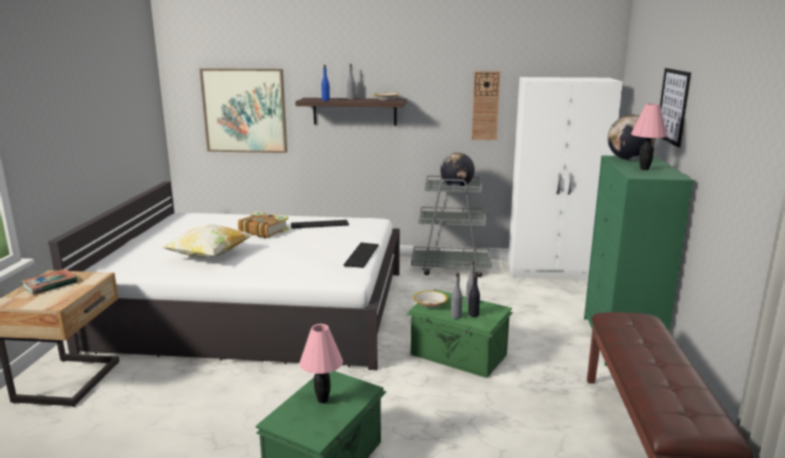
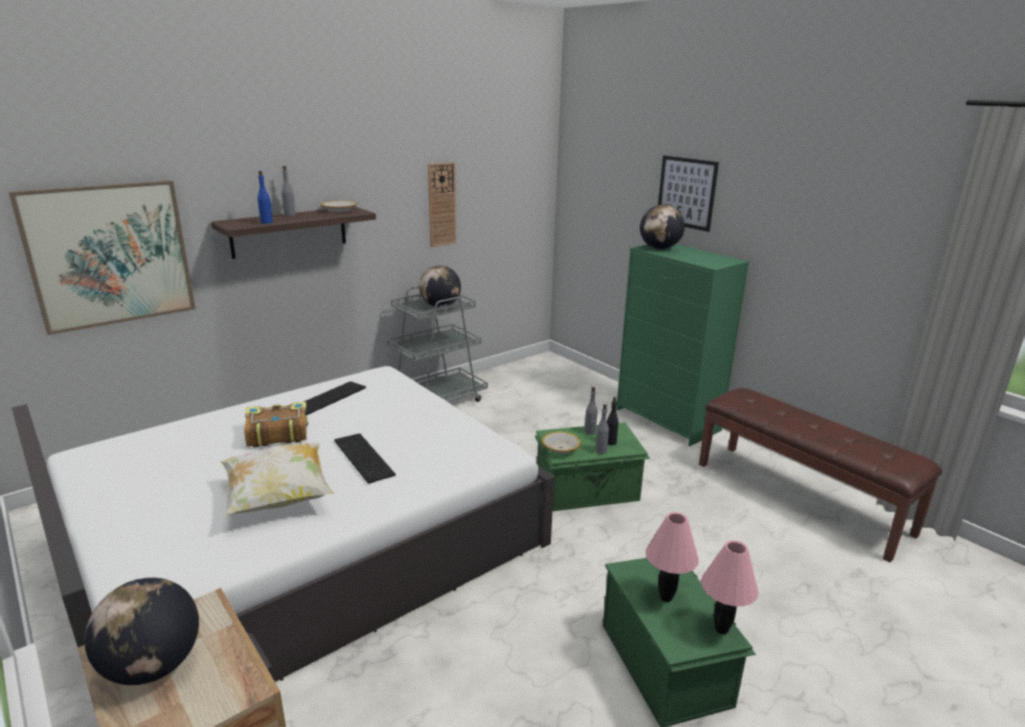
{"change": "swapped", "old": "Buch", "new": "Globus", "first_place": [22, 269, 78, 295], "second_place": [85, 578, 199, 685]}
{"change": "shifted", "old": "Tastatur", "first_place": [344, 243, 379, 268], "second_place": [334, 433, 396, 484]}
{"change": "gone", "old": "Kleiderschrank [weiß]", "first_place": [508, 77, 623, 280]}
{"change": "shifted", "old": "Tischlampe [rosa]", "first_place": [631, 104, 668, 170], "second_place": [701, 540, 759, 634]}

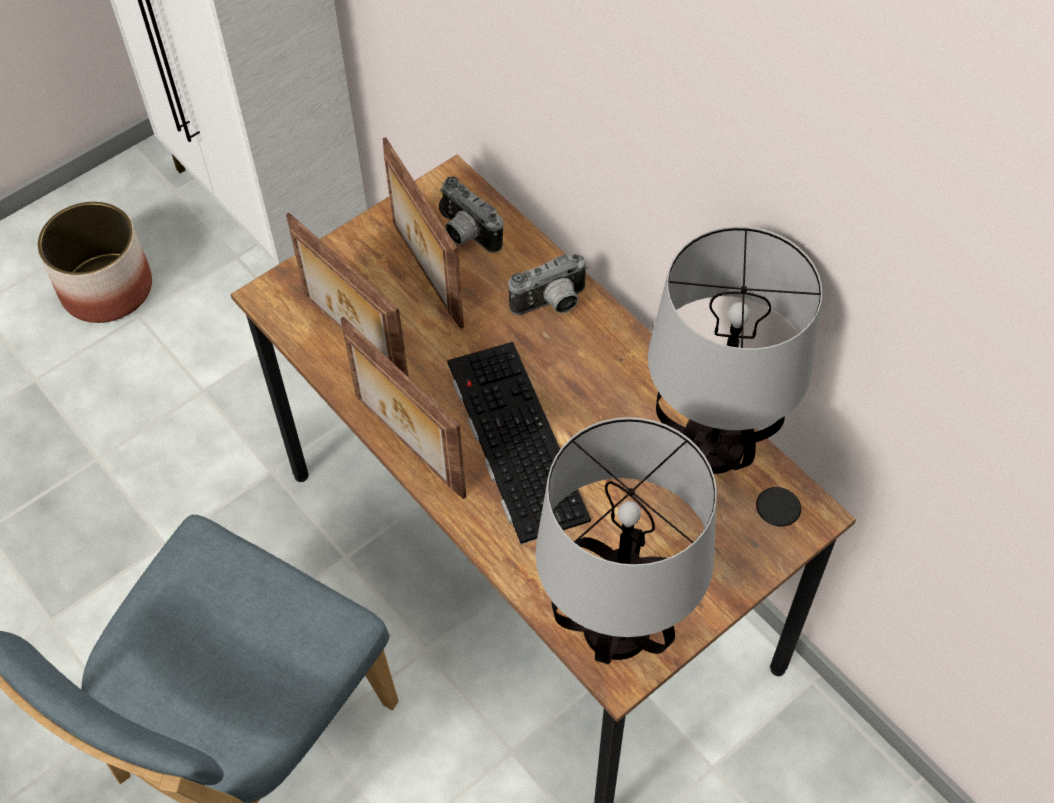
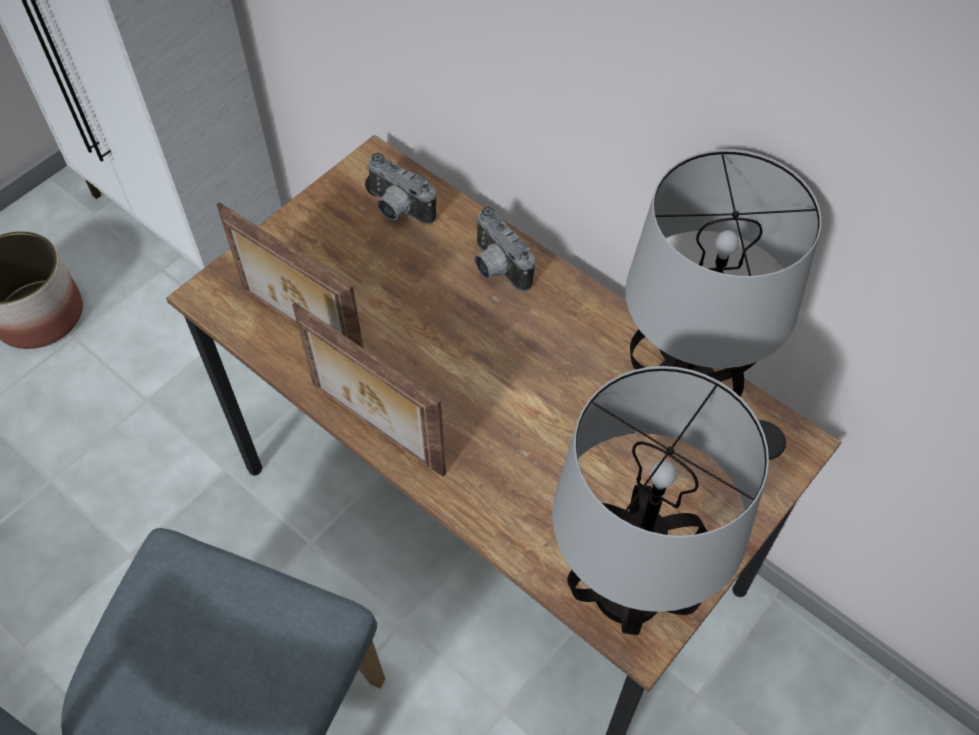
{"change": "gone", "old": "Bilderrahmen", "first_place": [383, 137, 464, 329]}
{"change": "gone", "old": "Tastatur", "first_place": [447, 342, 591, 545]}
{"change": "rotated", "old": "Kamera", "first_place": [508, 254, 588, 315], "second_place": [475, 207, 535, 292], "degrees": 90}

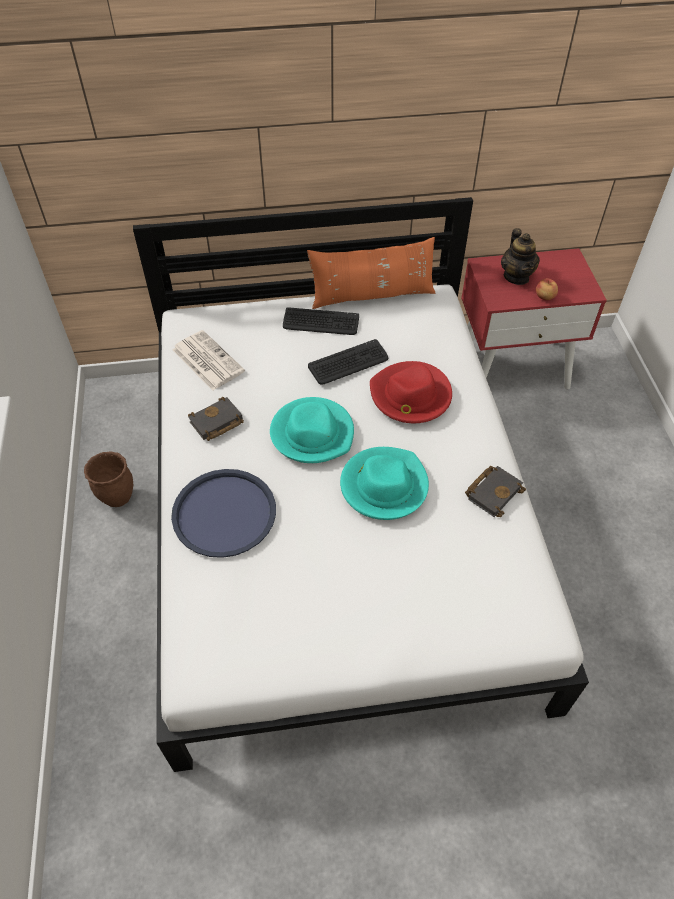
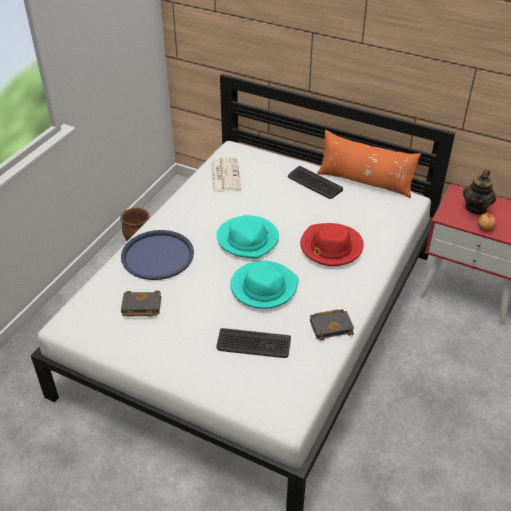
{"change": "shifted", "old": "Buch [schwarz]", "first_place": [188, 397, 244, 441], "second_place": [121, 291, 161, 316]}
{"change": "shifted", "old": "Tastatur", "first_place": [308, 339, 388, 385], "second_place": [217, 328, 291, 358]}

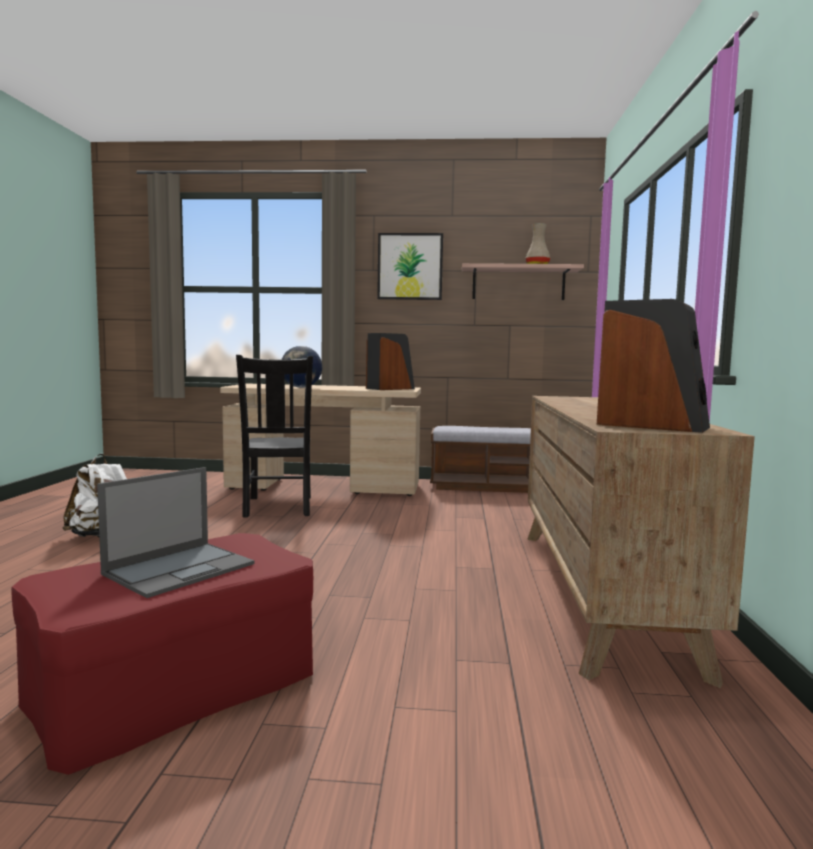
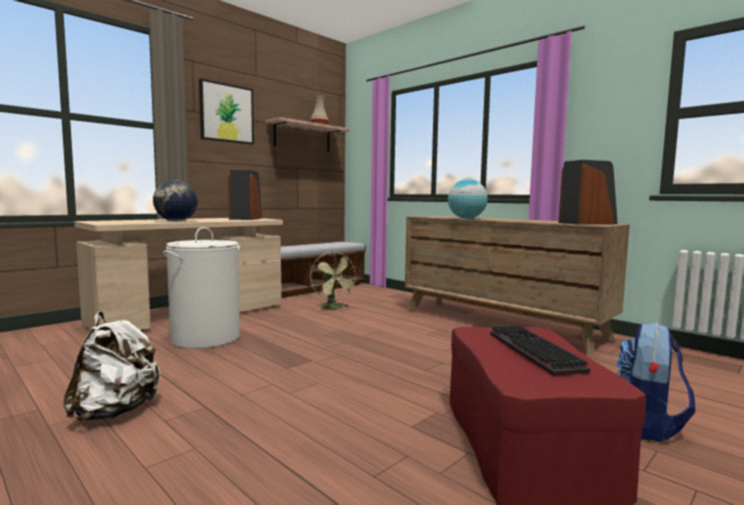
{"change": "swapped", "old": "Laptop", "new": "Tastatur", "first_place": [97, 467, 254, 598], "second_place": [490, 326, 590, 376]}
{"change": "swapped", "old": "Stuhl [schwarz]", "new": "Wäschekorb [weiß]", "first_place": [236, 355, 313, 518], "second_place": [163, 227, 240, 349]}
{"change": "new", "new": "Ventilator [grün]", "second_place": [310, 252, 358, 310]}
{"change": "new", "new": "Globus", "second_place": [448, 179, 488, 219]}
{"change": "new", "new": "Rucksack", "second_place": [616, 322, 696, 442]}

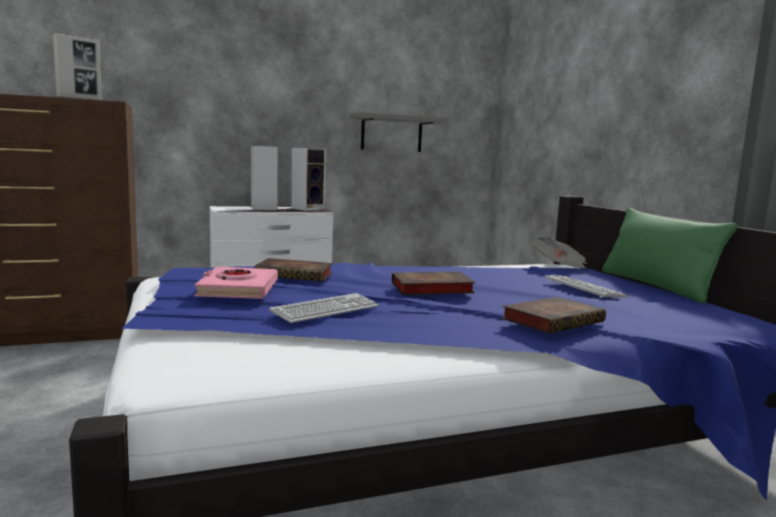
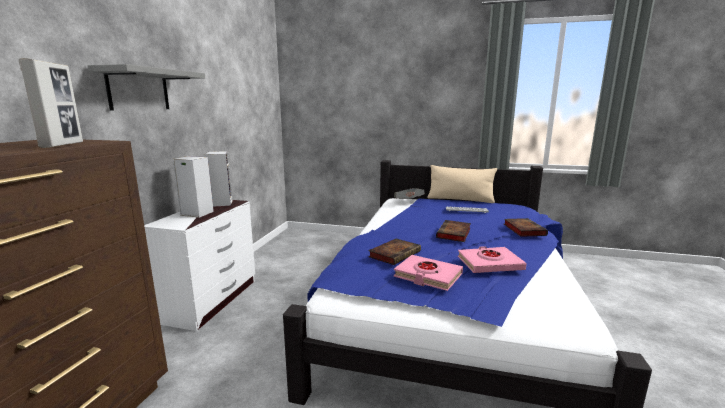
{"change": "swapped", "old": "Tastatur", "new": "Buch [rosa]", "first_place": [269, 293, 378, 323], "second_place": [458, 246, 527, 273]}
{"change": "shifted", "old": "Wandregal [grau]", "first_place": [350, 112, 449, 152], "second_place": [88, 64, 205, 111]}
{"change": "repainted", "old": "Kissen [grün]", "new": "Kissen [beige]", "first_place": [602, 208, 738, 304], "second_place": [427, 165, 497, 203]}

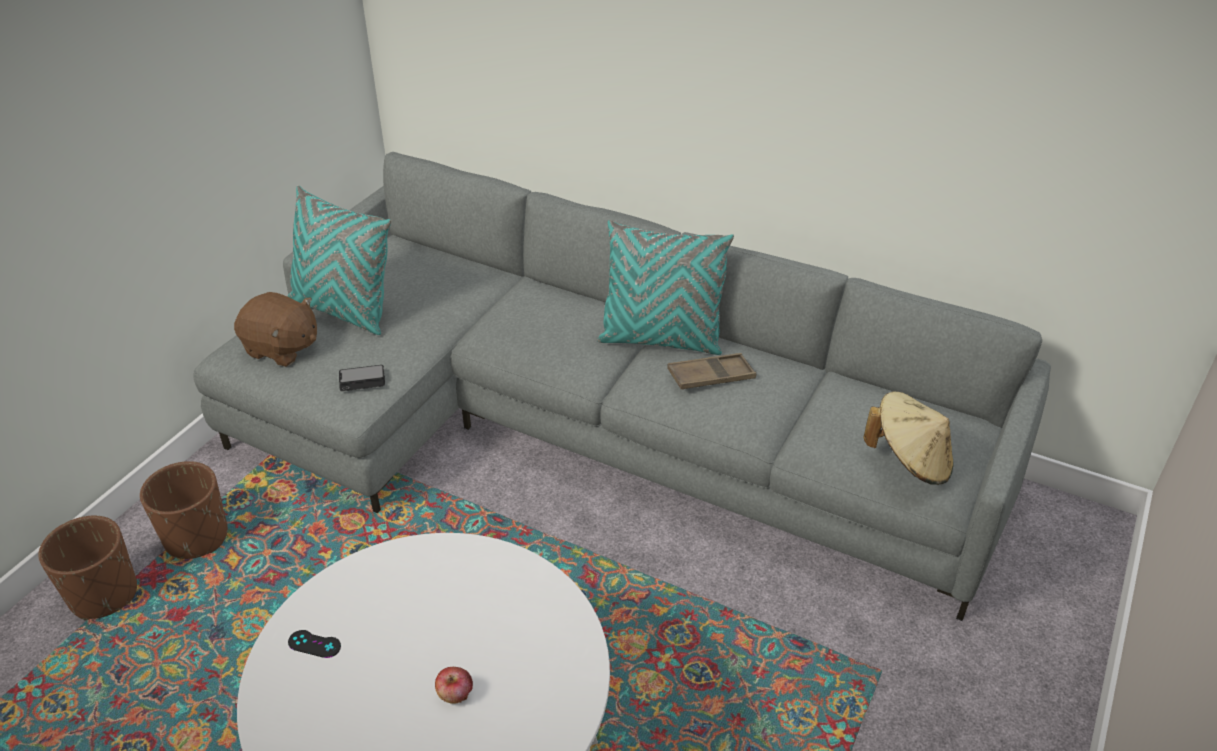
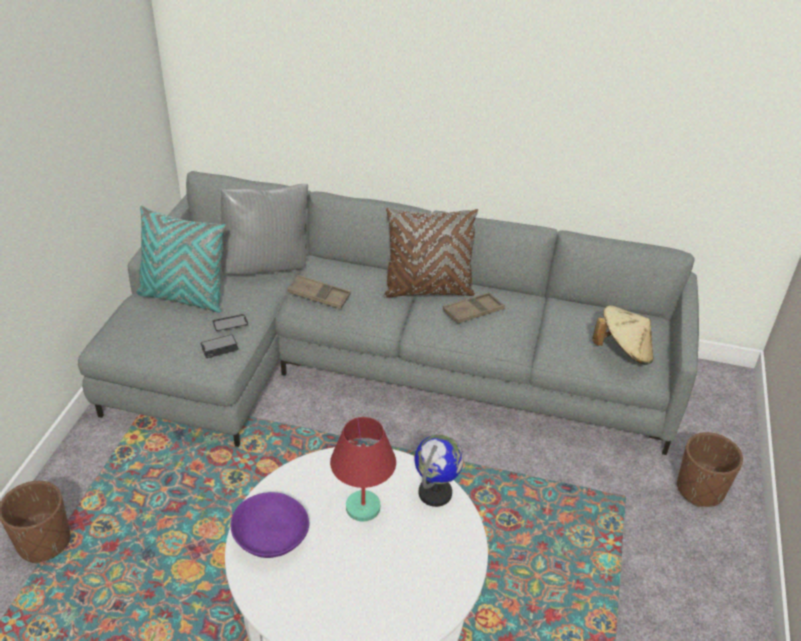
{"change": "shifted", "old": "Pflanzkübel [braun]", "first_place": [140, 461, 228, 559], "second_place": [677, 432, 743, 507]}
{"change": "gone", "old": "Plüschtier [braun]", "first_place": [234, 292, 317, 367]}
{"change": "swapped", "old": "Gamepad [schwarz]", "new": "Schüssel [lila]", "first_place": [288, 630, 341, 658], "second_place": [231, 492, 309, 558]}
{"change": "gone", "old": "Apfel", "first_place": [435, 667, 473, 704]}
{"change": "repainted", "old": "Kissen [türkis]", "new": "Kissen [braun]", "first_place": [597, 220, 734, 355], "second_place": [384, 208, 478, 298]}
{"change": "new", "new": "Handy", "second_place": [212, 314, 248, 331]}
{"change": "new", "new": "Kissen [grau]", "second_place": [221, 184, 308, 275]}
{"change": "new", "new": "Tablett [braun]", "second_place": [287, 275, 351, 309]}
{"change": "new", "new": "Tischlampe [rot]", "second_place": [330, 417, 396, 522]}
{"change": "new", "new": "Globus", "second_place": [415, 434, 464, 507]}

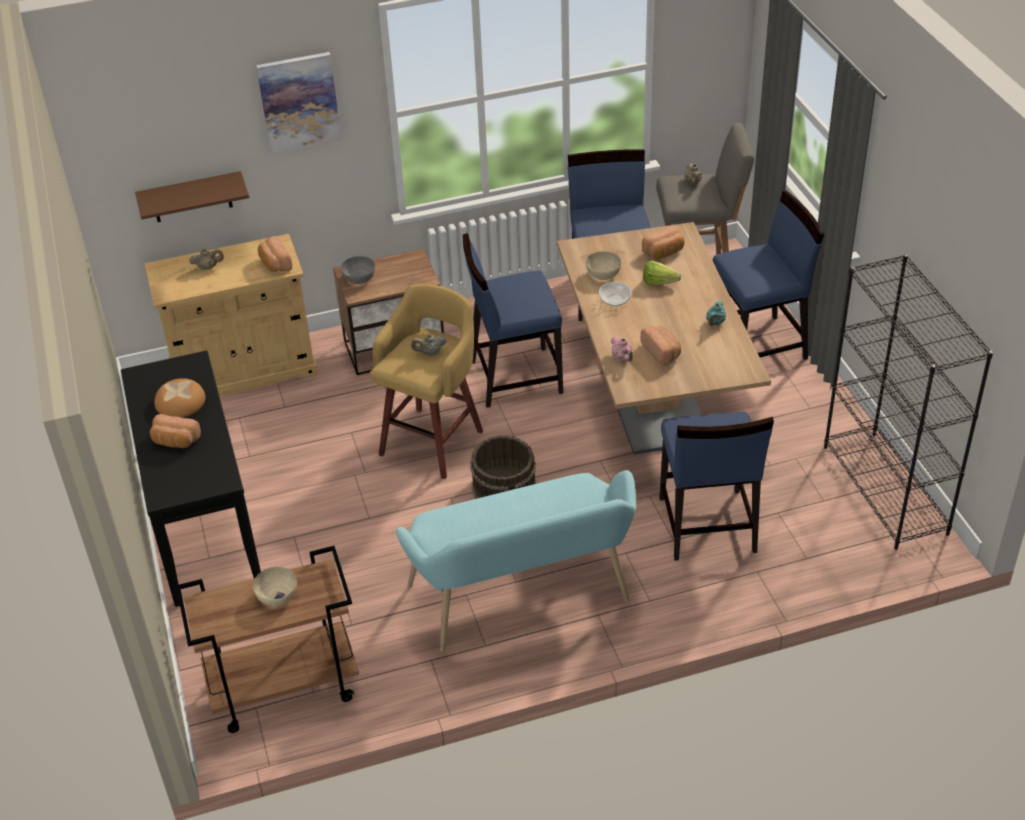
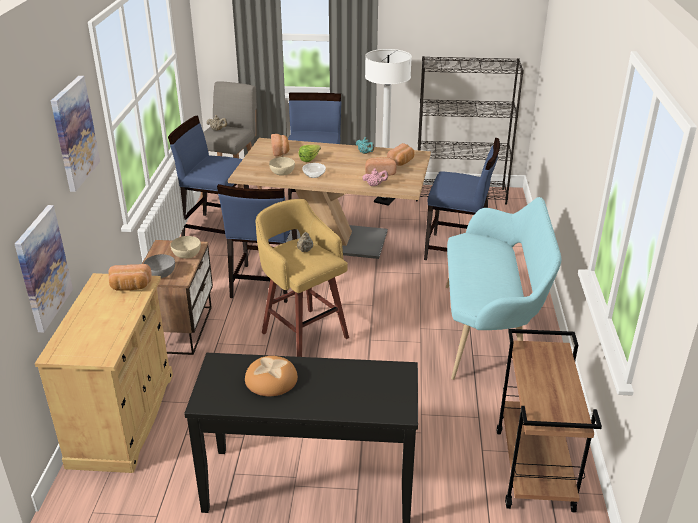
{"change": "swapped", "old": "Wandregal [braun]", "new": "Bild", "first_place": [135, 171, 249, 222], "second_place": [15, 205, 73, 332]}
{"change": "shifted", "old": "Brot", "first_place": [150, 414, 201, 448], "second_place": [387, 143, 414, 166]}
{"change": "gone", "old": "Teekanne [beige]", "first_place": [189, 248, 224, 270]}
{"change": "shifted", "old": "Schüssel [beige]", "first_place": [253, 567, 297, 606], "second_place": [171, 236, 201, 259]}
{"change": "gone", "old": "Eimer [braun]", "first_place": [470, 435, 537, 499]}
{"change": "new", "new": "Stehlampe [weiß]", "second_place": [365, 49, 412, 206]}

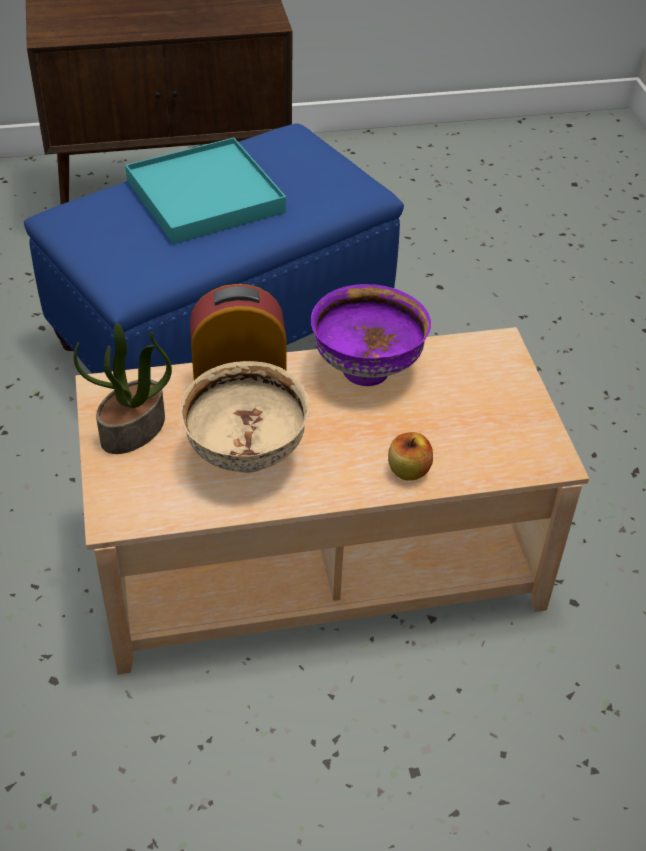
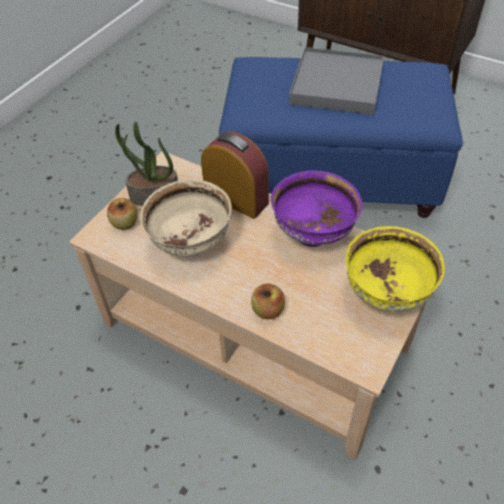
{"change": "repainted", "old": "Tablett [türkis]", "new": "Tablett [grau]", "first_place": [125, 138, 286, 244], "second_place": [289, 47, 384, 115]}
{"change": "new", "new": "Apfel", "second_place": [107, 198, 138, 230]}
{"change": "new", "new": "Schüssel [gelb]", "second_place": [346, 226, 445, 312]}

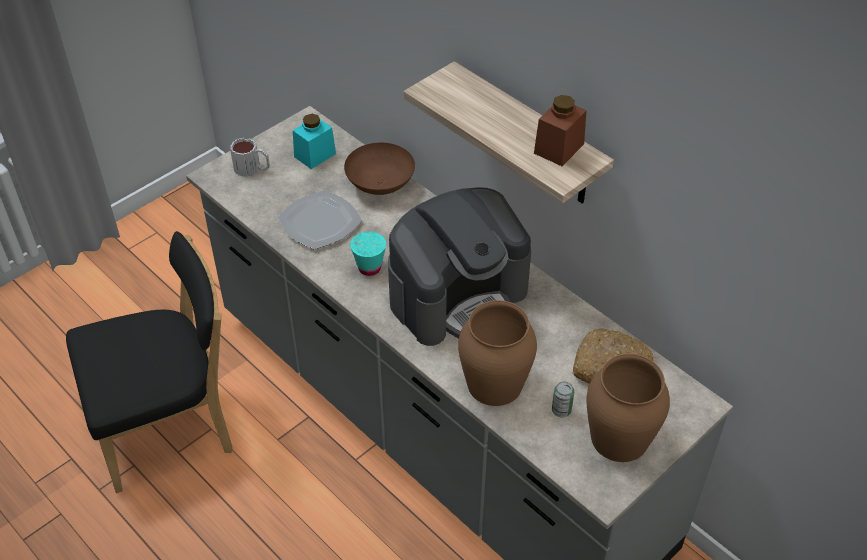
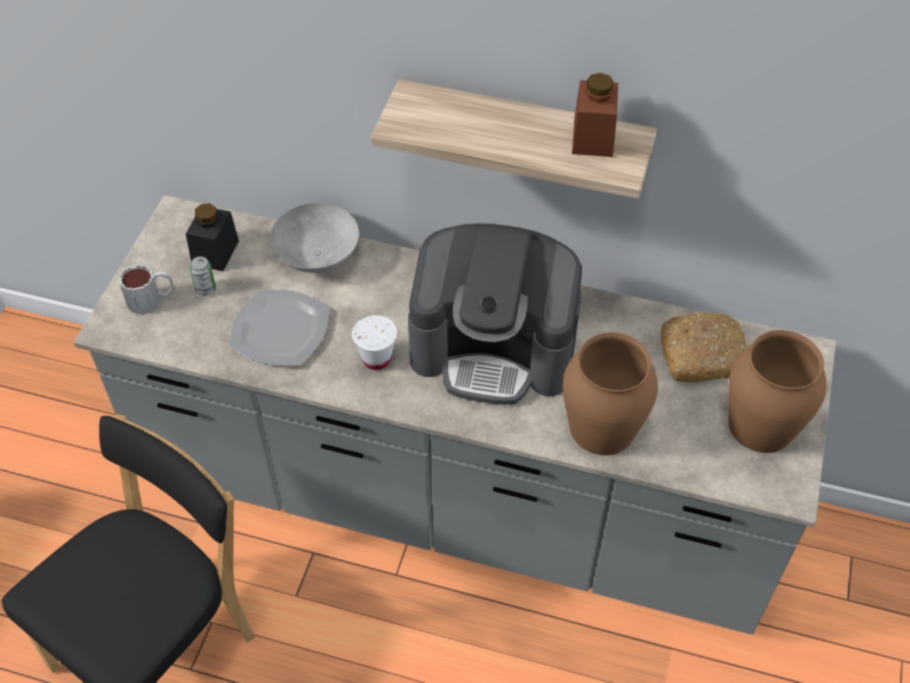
{"change": "repainted", "old": "Vorratsglas [türkis]", "new": "Vorratsglas [schwarz]", "first_place": [293, 114, 336, 169], "second_place": [186, 203, 239, 271]}
{"change": "repainted", "old": "Schüssel [braun]", "new": "Schüssel [grau]", "first_place": [344, 143, 415, 195], "second_place": [270, 203, 359, 273]}
{"change": "repainted", "old": "Tasse [türkis]", "new": "Tasse [weiß]", "first_place": [350, 231, 386, 276], "second_place": [352, 315, 397, 370]}
{"change": "rotated", "old": "Kaffeemaschine", "first_place": [388, 187, 531, 346], "second_place": [408, 223, 582, 405], "degrees": 75}
{"change": "shifted", "old": "Dose", "first_place": [552, 381, 574, 417], "second_place": [189, 256, 216, 296]}

